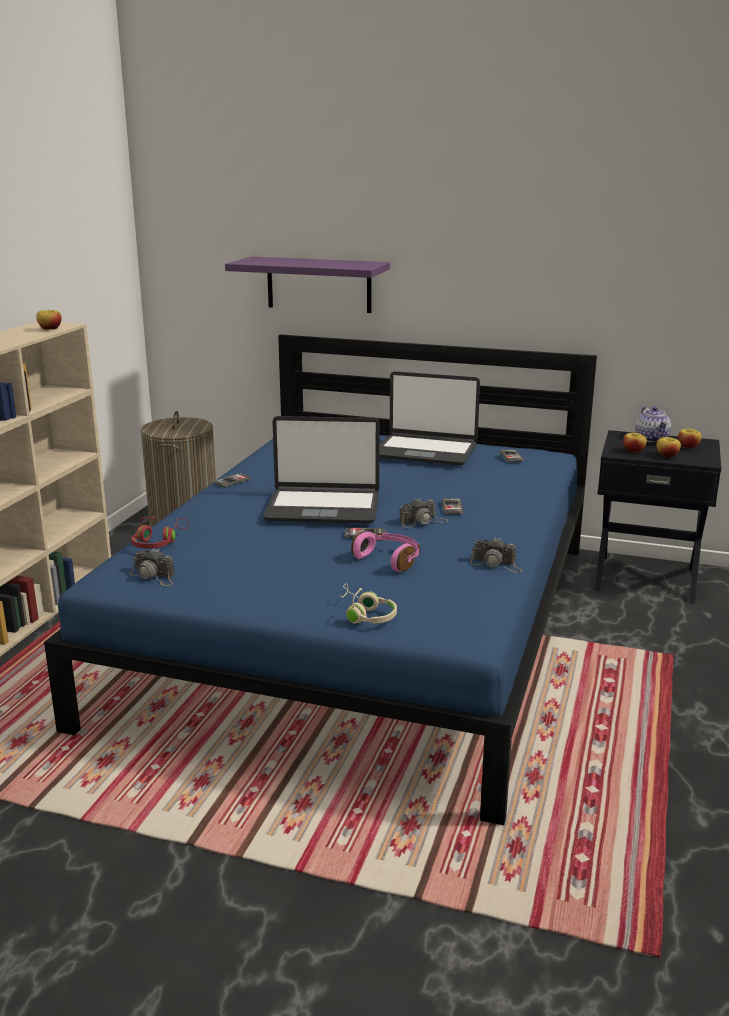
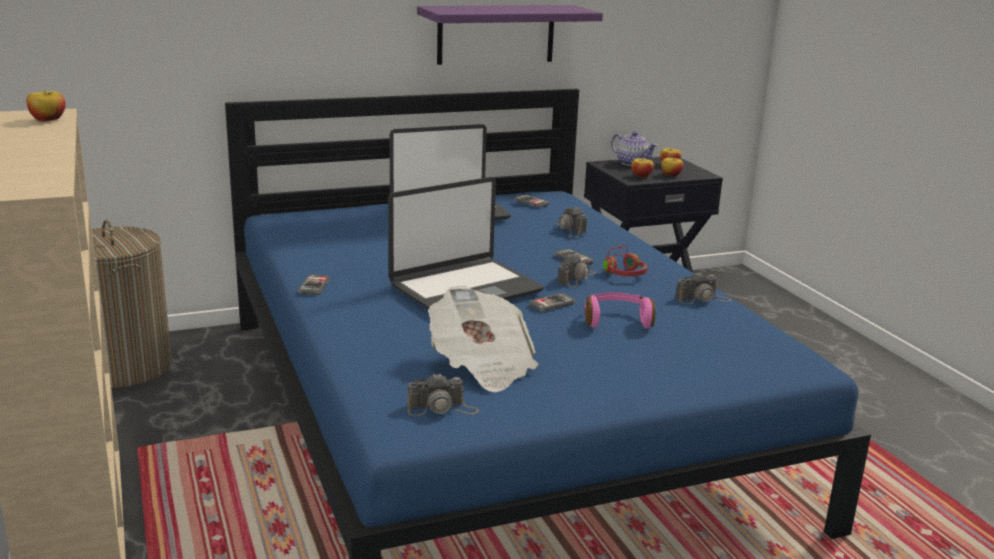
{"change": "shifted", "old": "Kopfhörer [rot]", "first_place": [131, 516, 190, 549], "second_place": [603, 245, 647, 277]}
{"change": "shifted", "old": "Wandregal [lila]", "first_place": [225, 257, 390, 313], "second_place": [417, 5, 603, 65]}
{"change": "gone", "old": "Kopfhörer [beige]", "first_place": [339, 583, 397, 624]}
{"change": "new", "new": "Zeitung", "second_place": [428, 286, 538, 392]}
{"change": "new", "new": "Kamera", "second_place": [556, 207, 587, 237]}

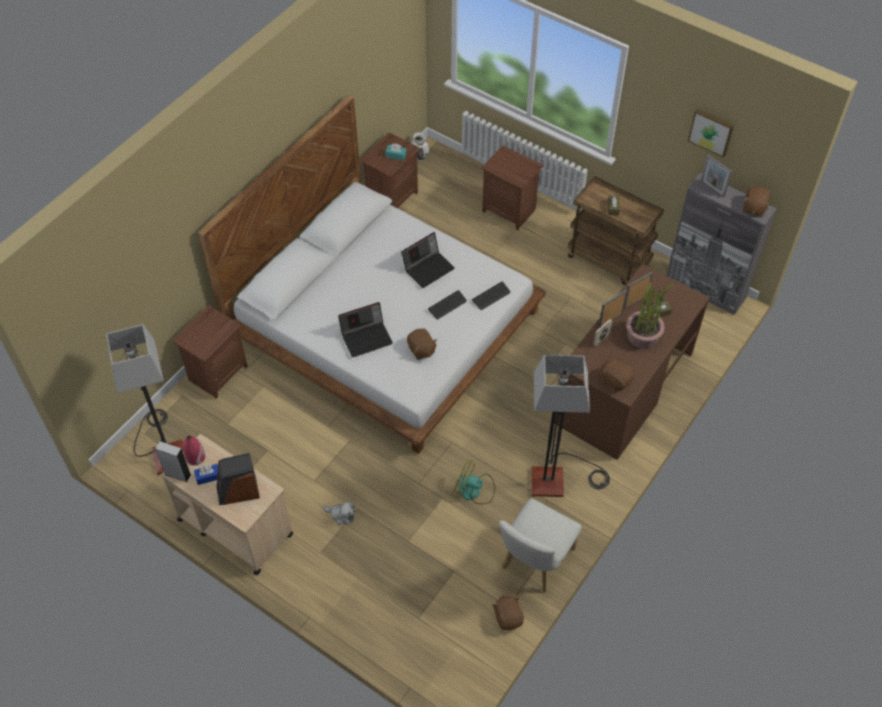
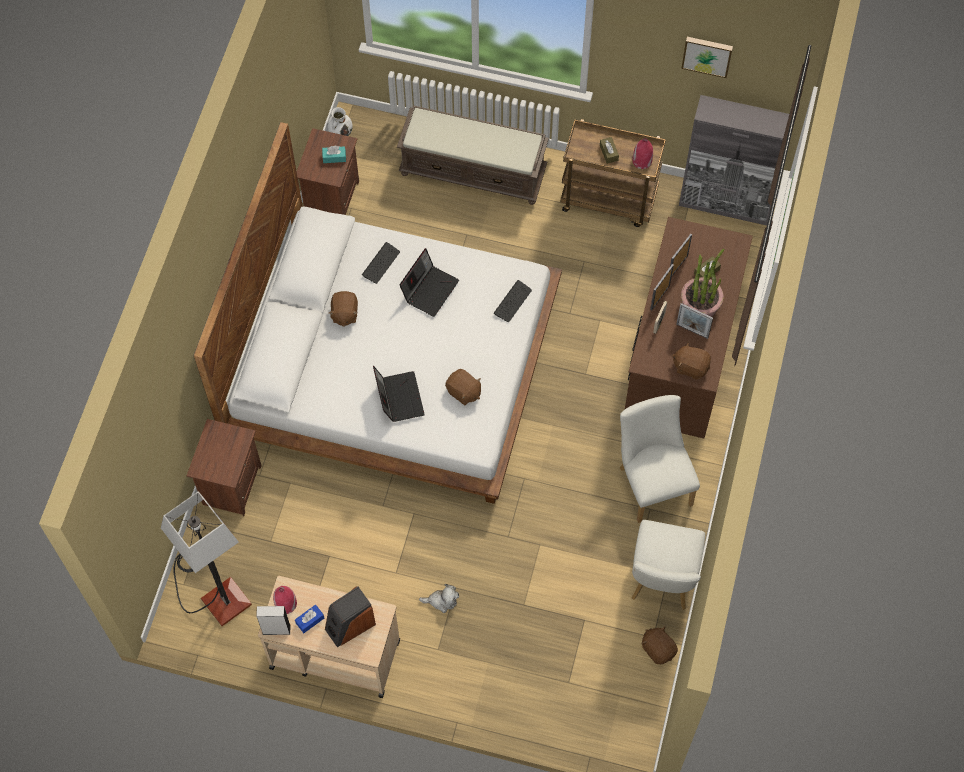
{"change": "rotated", "old": "Laptop", "first_place": [338, 302, 393, 357], "second_place": [373, 366, 425, 422], "degrees": -60}
{"change": "shifted", "old": "Tastatur", "first_place": [428, 290, 467, 320], "second_place": [362, 242, 400, 284]}
{"change": "gone", "old": "Ventilator", "first_place": [453, 459, 495, 504]}
{"change": "swapped", "old": "Nachttisch [braun]", "new": "Bank [braun]", "first_place": [481, 145, 544, 230], "second_place": [397, 105, 549, 205]}
{"change": "swapped", "old": "Stehlampe", "new": "Stuhl [weiß]", "first_place": [531, 355, 610, 497], "second_place": [619, 395, 700, 523]}
{"change": "shifted", "old": "Bilderrahmen", "first_place": [701, 155, 732, 198], "second_place": [676, 303, 713, 339]}
{"change": "shifted", "old": "Plüschtier [braun]", "first_place": [743, 186, 770, 217], "second_place": [329, 291, 358, 327]}
{"change": "new", "new": "Vase [rot]", "second_place": [633, 138, 653, 169]}

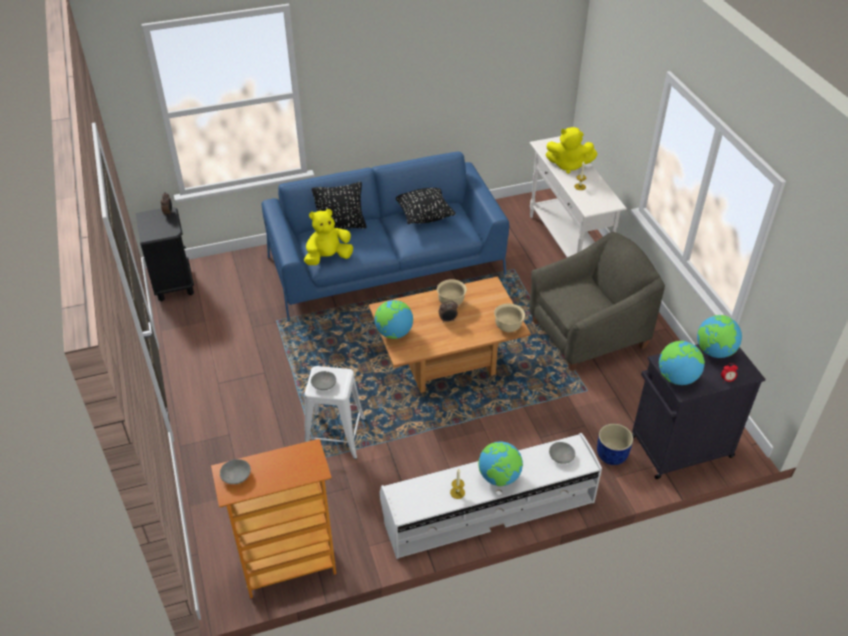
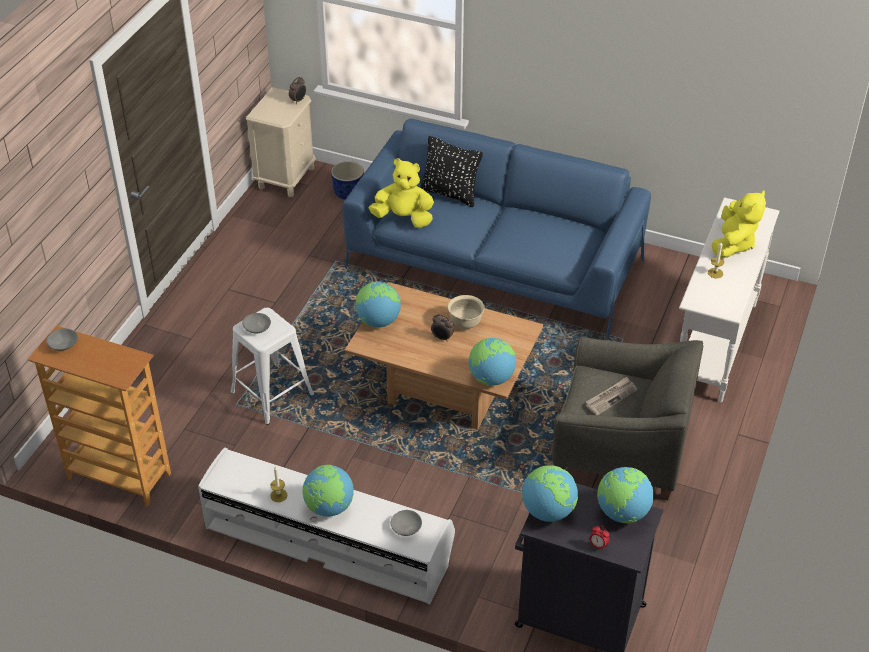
{"change": "repainted", "old": "Nachttisch [schwarz]", "new": "Nachttisch [beige]", "first_place": [136, 207, 194, 301], "second_place": [246, 87, 316, 197]}
{"change": "gone", "old": "Kissen [schwarz]", "first_place": [396, 188, 455, 224]}
{"change": "swapped", "old": "Schüssel [beige]", "new": "Globus", "first_place": [494, 303, 525, 332], "second_place": [469, 338, 516, 386]}
{"change": "rotated", "old": "Plüschtier [gelb]", "first_place": [546, 127, 598, 174], "second_place": [712, 191, 766, 258], "degrees": -120}
{"change": "shifted", "old": "Pflanzkübel [blau]", "first_place": [597, 424, 633, 465], "second_place": [331, 161, 364, 200]}
{"change": "new", "new": "Zeitung", "second_place": [586, 377, 637, 415]}

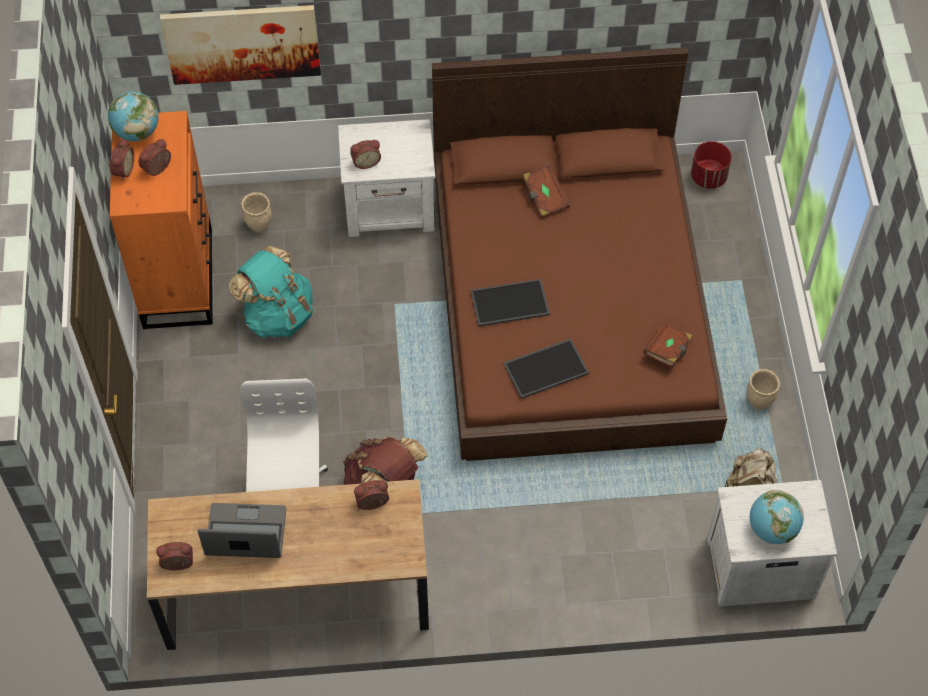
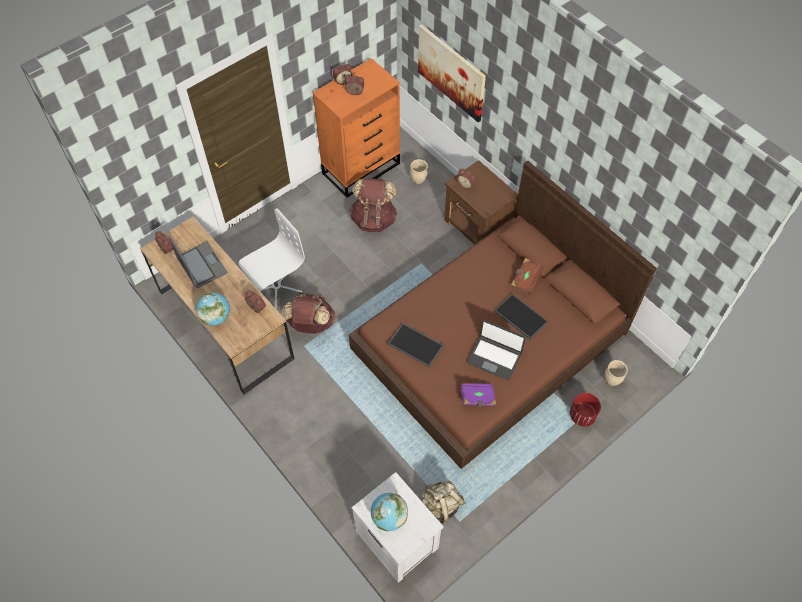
{"change": "shifted", "old": "Globus", "first_place": [108, 91, 159, 141], "second_place": [196, 292, 230, 326]}
{"change": "repainted", "old": "Rucksack [türkis]", "new": "Rucksack [braun]", "first_place": [229, 246, 313, 338], "second_place": [349, 178, 397, 232]}
{"change": "repainted", "old": "Nachttisch [weiß]", "new": "Nachttisch [braun]", "first_place": [338, 119, 435, 237], "second_place": [444, 160, 518, 245]}
{"change": "shifted", "old": "Tablett", "first_place": [470, 279, 550, 326], "second_place": [494, 293, 548, 340]}
{"change": "repainted", "old": "Buch [braun]", "new": "Buch [lila]", "first_place": [643, 322, 693, 368], "second_place": [460, 383, 496, 407]}
{"change": "shifted", "old": "Pflanzkübel [rot]", "first_place": [691, 141, 732, 189], "second_place": [570, 393, 601, 426]}
{"change": "shifted", "old": "Pflanzkübel [beige]", "first_place": [747, 369, 780, 410], "second_place": [605, 360, 628, 386]}
{"change": "new", "new": "Laptop", "second_place": [467, 320, 526, 380]}

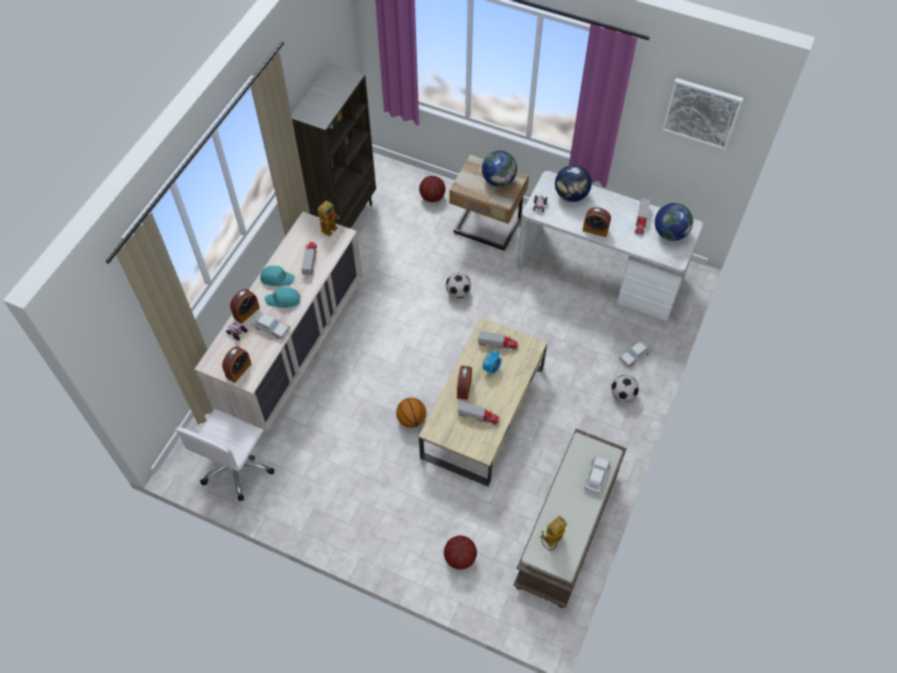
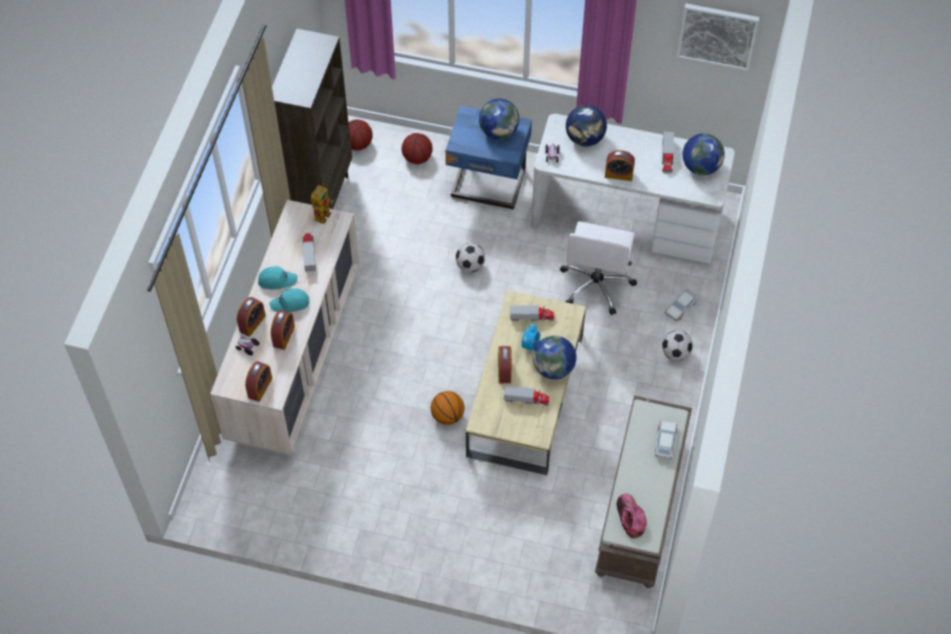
{"change": "shifted", "old": "Bürostuhl [weiß]", "first_place": [175, 409, 274, 501], "second_place": [560, 221, 637, 315]}
{"change": "swapped", "old": "Spielzeugauto", "new": "Wecker", "first_place": [252, 312, 290, 339], "second_place": [271, 310, 295, 350]}
{"change": "shifted", "old": "Basketball", "first_place": [444, 536, 477, 570], "second_place": [349, 119, 373, 151]}
{"change": "repainted", "old": "Nachttisch [beige]", "new": "Nachttisch [blau]", "first_place": [449, 155, 529, 251], "second_place": [445, 106, 532, 210]}
{"change": "swapped", "old": "Spielzeugroboter", "new": "Kappe", "first_place": [540, 516, 567, 551], "second_place": [617, 494, 647, 539]}
{"change": "new", "new": "Globus", "second_place": [533, 336, 576, 379]}

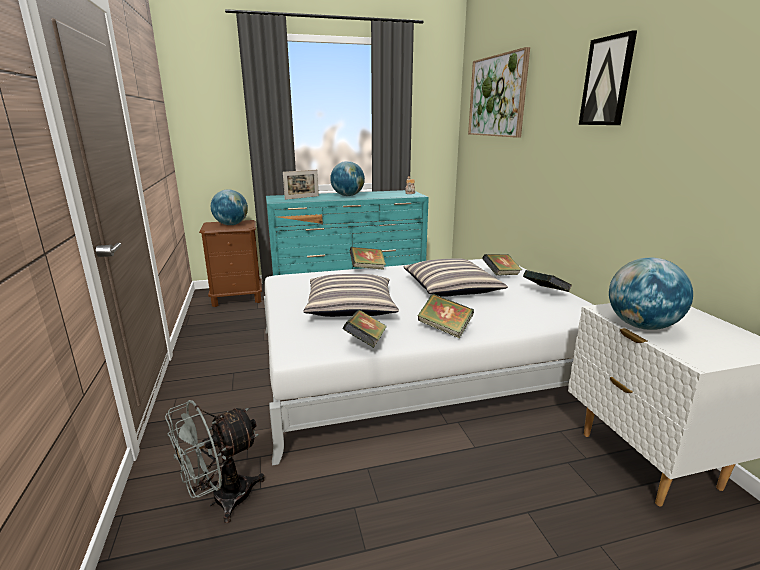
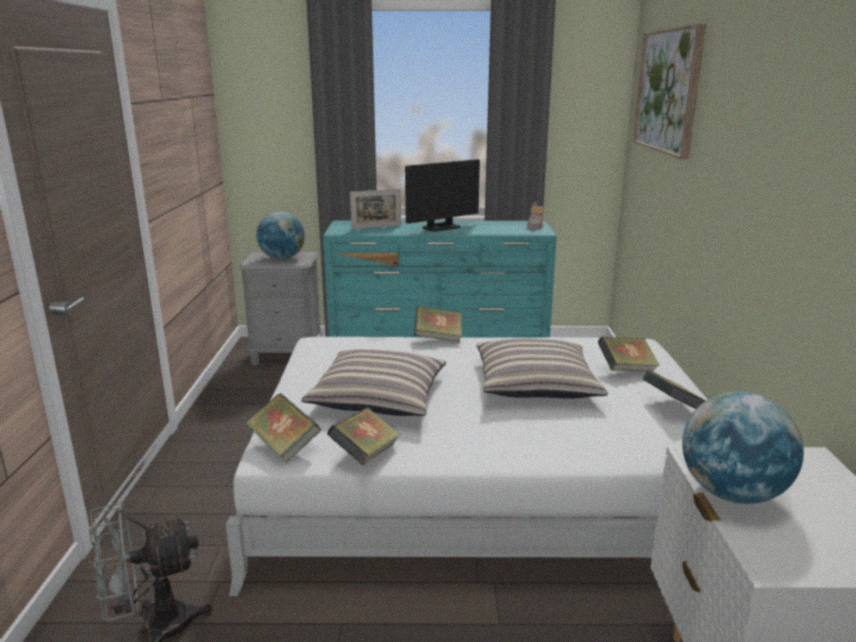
{"change": "repainted", "old": "Nachttisch [braun]", "new": "Nachttisch [grau]", "first_place": [199, 220, 262, 307], "second_place": [239, 252, 323, 366]}
{"change": "swapped", "old": "Globus", "new": "Monitor", "first_place": [330, 161, 365, 196], "second_place": [405, 159, 480, 232]}
{"change": "shifted", "old": "Buch", "first_place": [418, 294, 474, 338], "second_place": [246, 393, 321, 463]}
{"change": "gone", "old": "Bild", "first_place": [579, 30, 637, 125]}

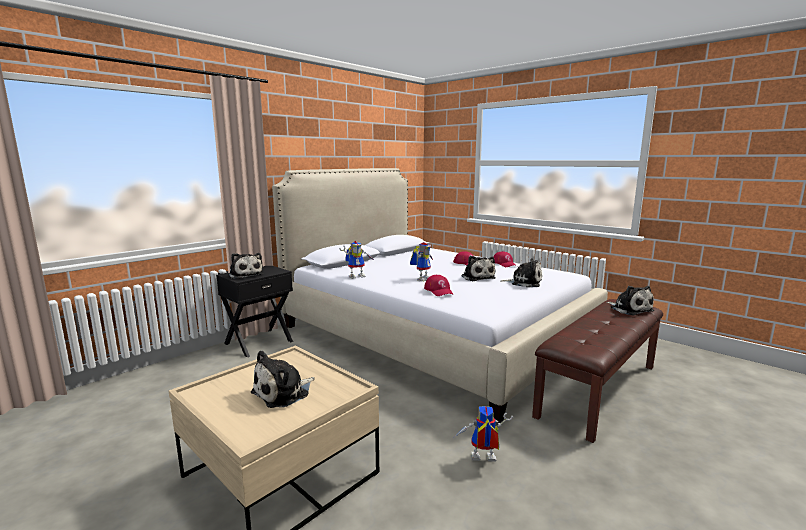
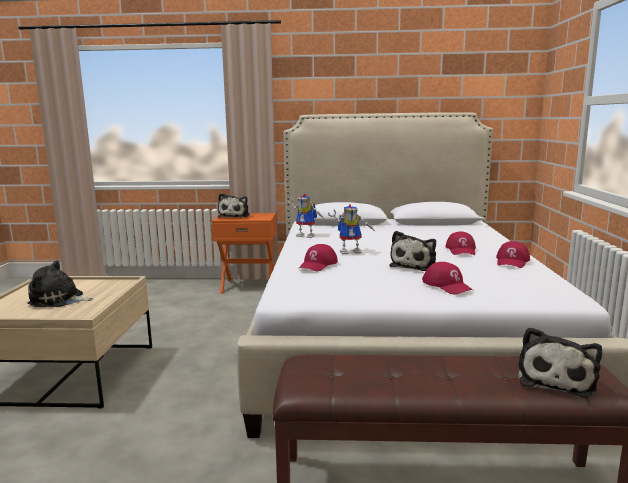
{"change": "repainted", "old": "Nachttisch [schwarz]", "new": "Nachttisch [orange]", "first_place": [216, 266, 293, 357], "second_place": [212, 211, 278, 294]}
{"change": "gone", "old": "Spielzeugroboter", "first_place": [454, 406, 513, 462]}
{"change": "swapped", "old": "Plüschtier", "new": "Kappe [rot]", "first_place": [500, 258, 542, 287], "second_place": [422, 262, 474, 295]}

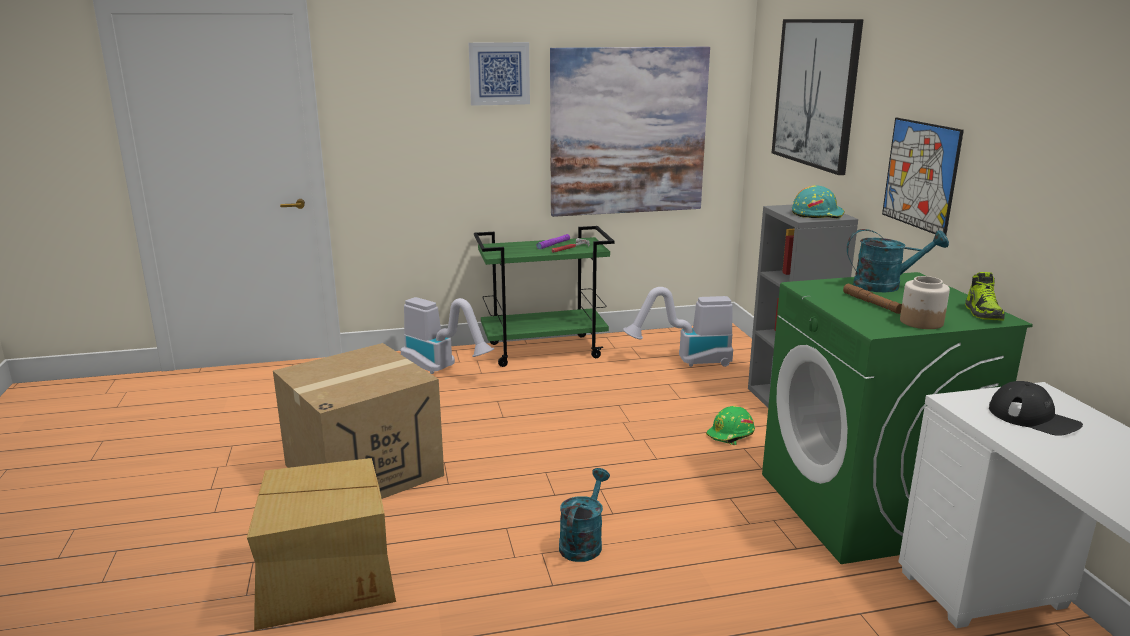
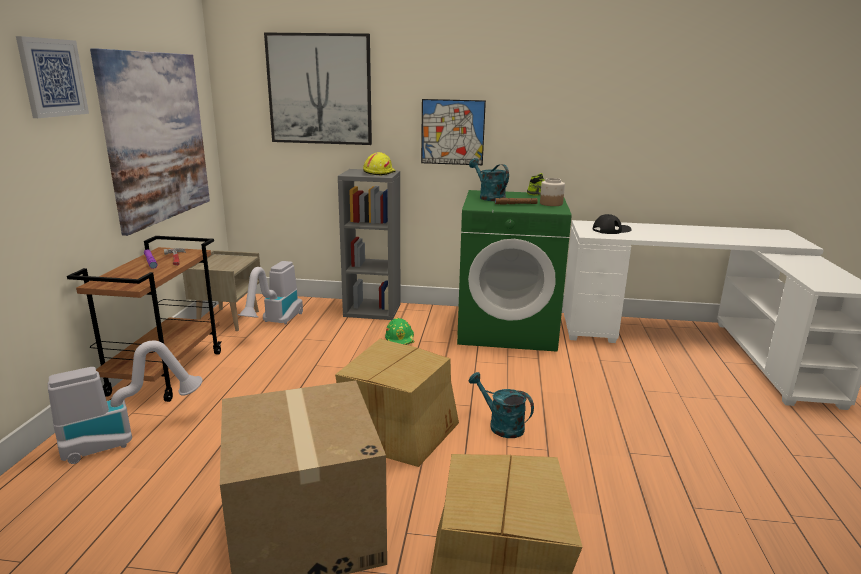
{"change": "repainted", "old": "Rollwagen [grün]", "new": "Rollwagen [braun]", "first_place": [474, 226, 615, 367], "second_place": [67, 236, 221, 402]}
{"change": "repainted", "old": "Schutzhelm [türkis]", "new": "Schutzhelm [gelb]", "first_place": [792, 186, 845, 219], "second_place": [363, 152, 396, 176]}
{"change": "rotated", "old": "Gießkanne [türkis]", "first_place": [847, 229, 949, 292], "second_place": [469, 158, 509, 201], "degrees": -60}
{"change": "new", "new": "Nachttisch [beige]", "second_place": [183, 250, 260, 331]}
{"change": "new", "new": "Karton", "second_place": [335, 338, 459, 467]}

